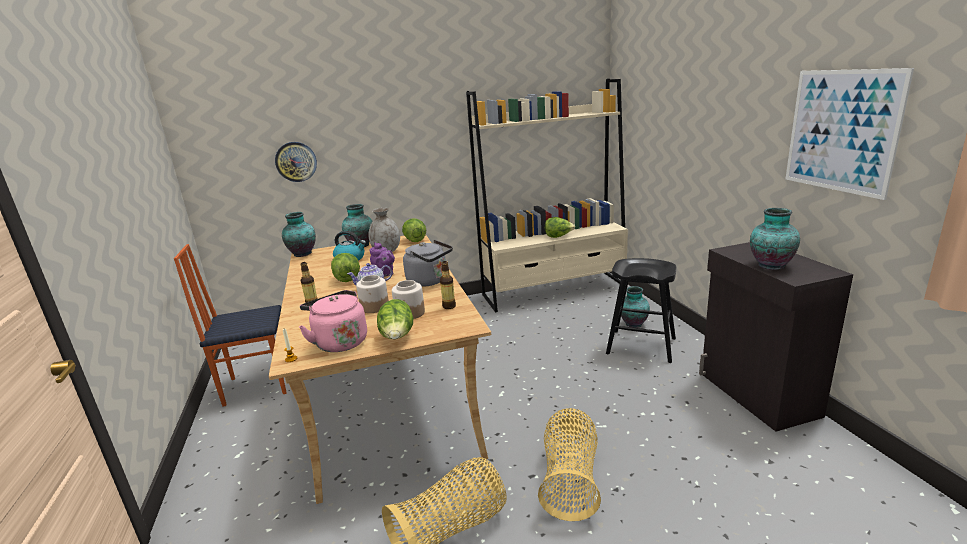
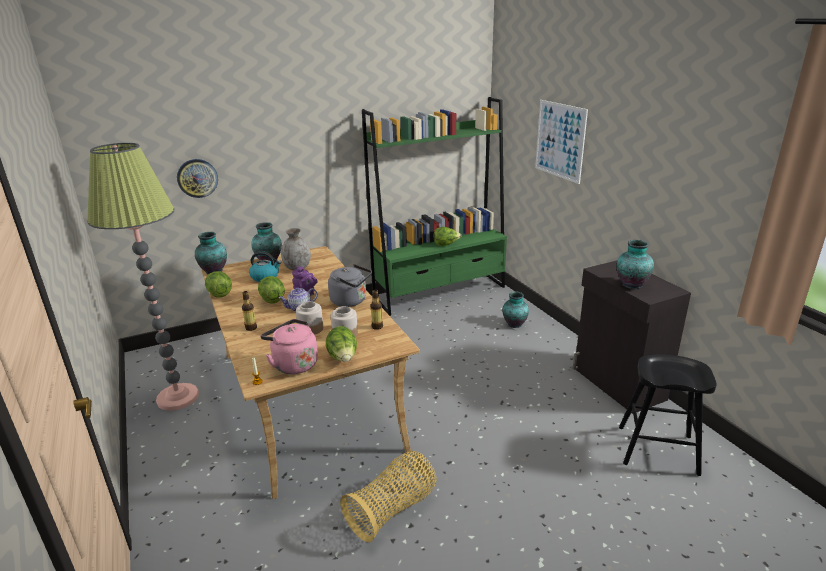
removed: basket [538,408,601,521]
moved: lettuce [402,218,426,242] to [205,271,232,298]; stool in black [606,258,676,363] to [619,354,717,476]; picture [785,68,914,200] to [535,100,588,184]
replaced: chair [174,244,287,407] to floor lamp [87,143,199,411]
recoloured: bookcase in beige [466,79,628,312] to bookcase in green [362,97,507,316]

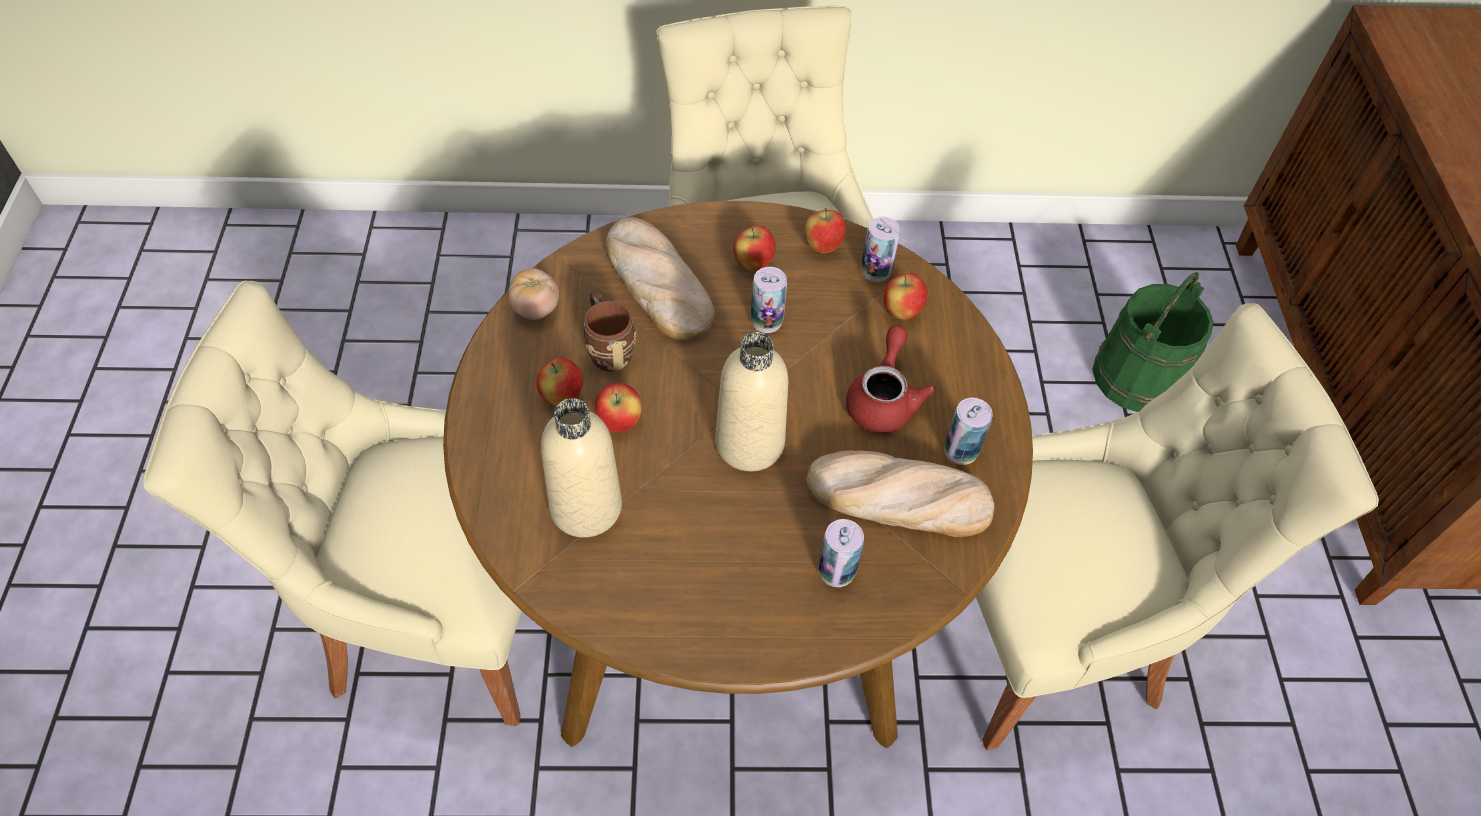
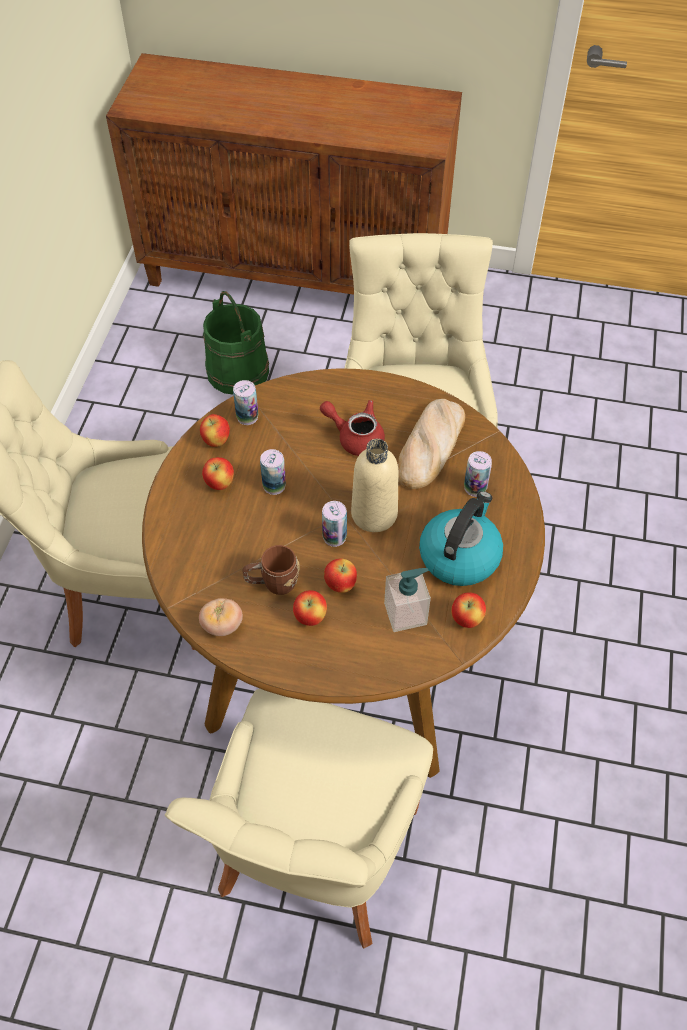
removed: bread [606,218,715,340]
added: kettle [419,491,503,586]
moved: apple [884,273,928,319] to [451,592,486,628]; can [945,398,993,465] to [322,501,347,547]
replaced: bottle in beige [541,398,622,538] to soap dispenser [384,568,431,632]

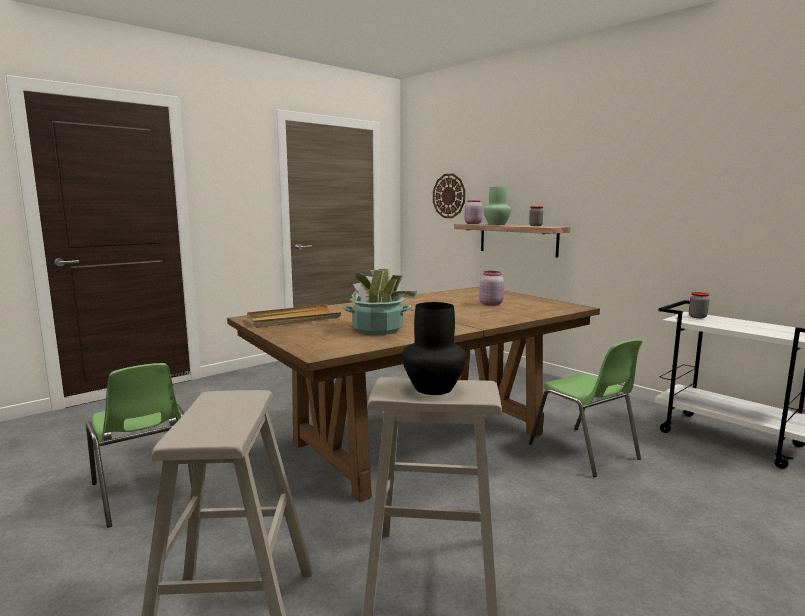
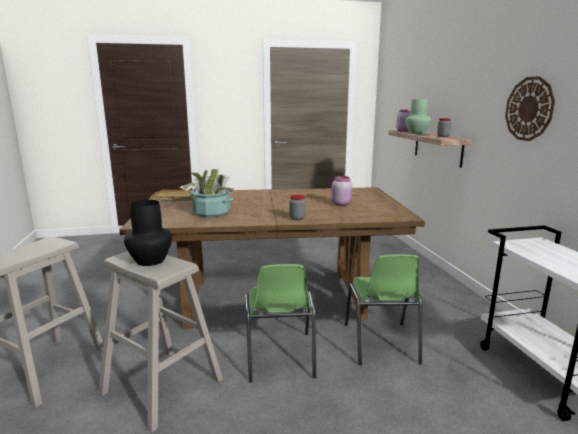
moved: chair in green [86,363,193,528] to [245,264,316,382]; wall clock [433,174,465,218] to [505,76,555,141]; jar [689,292,709,318] to [290,195,306,220]

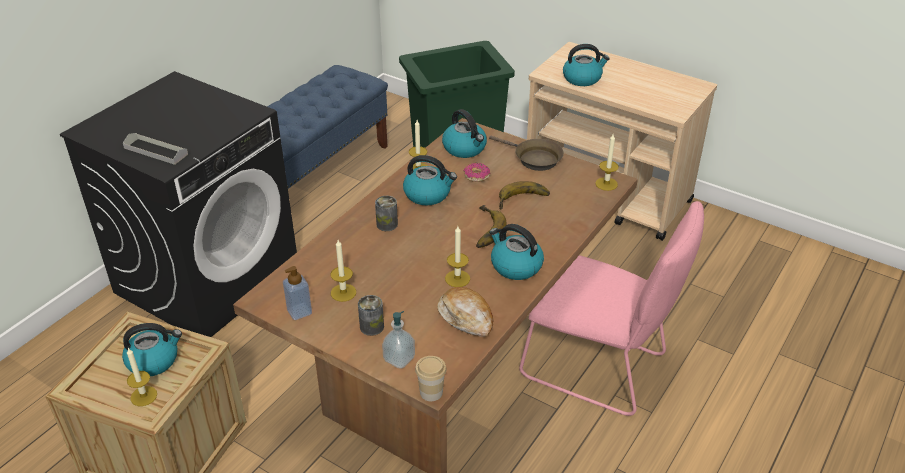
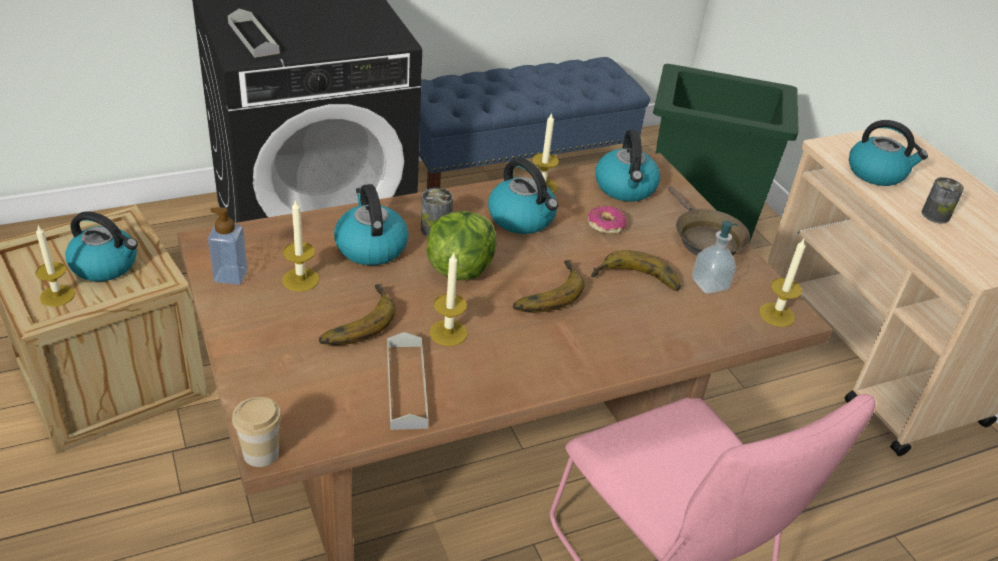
added: banana [319,284,396,346]; lettuce [426,211,496,280]
moved: can [358,295,384,336] to [922,177,964,223]; soap dispenser [382,311,415,369] to [692,220,738,294]; kettle [489,224,544,280] to [334,184,409,265]
replaced: bread [437,287,493,337] to tray in grey [387,332,429,430]

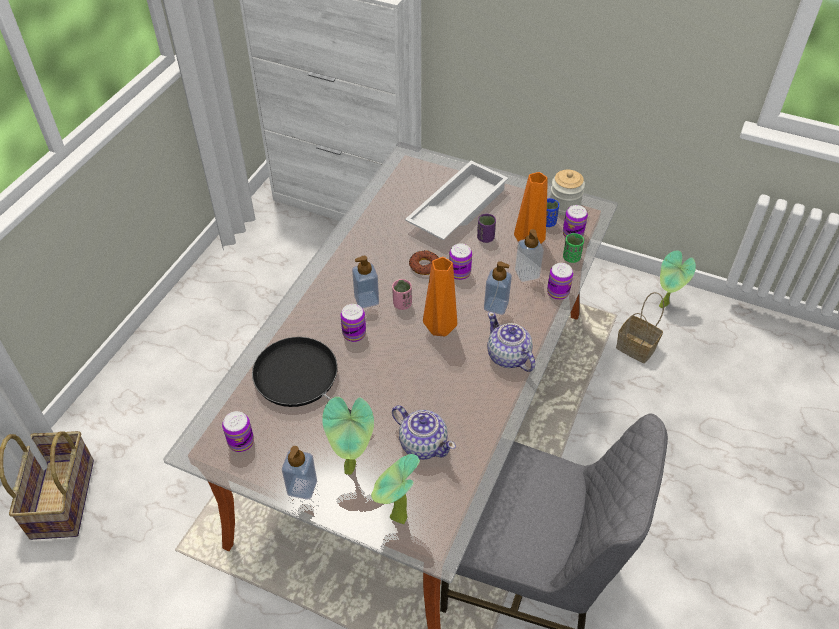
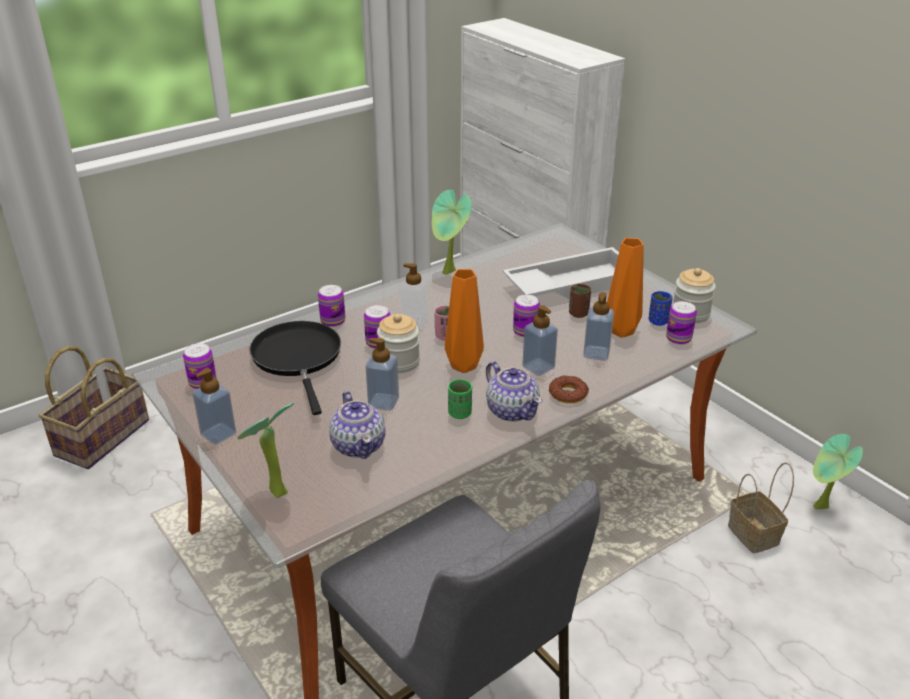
added: soap dispenser [365,338,399,411]; jar [377,314,420,373]
moved: potted plant [322,397,374,475] to [432,190,472,275]; donut [409,250,439,275] to [549,376,589,403]; can [547,263,573,300] to [318,285,345,327]; cup in green [563,233,584,263] to [448,379,472,419]
recoloured: cup in purple [477,214,496,243] to cup in brown [569,284,591,318]
turned: teapot [487,312,535,372] = [486,361,542,422] 150 degrees clockwise

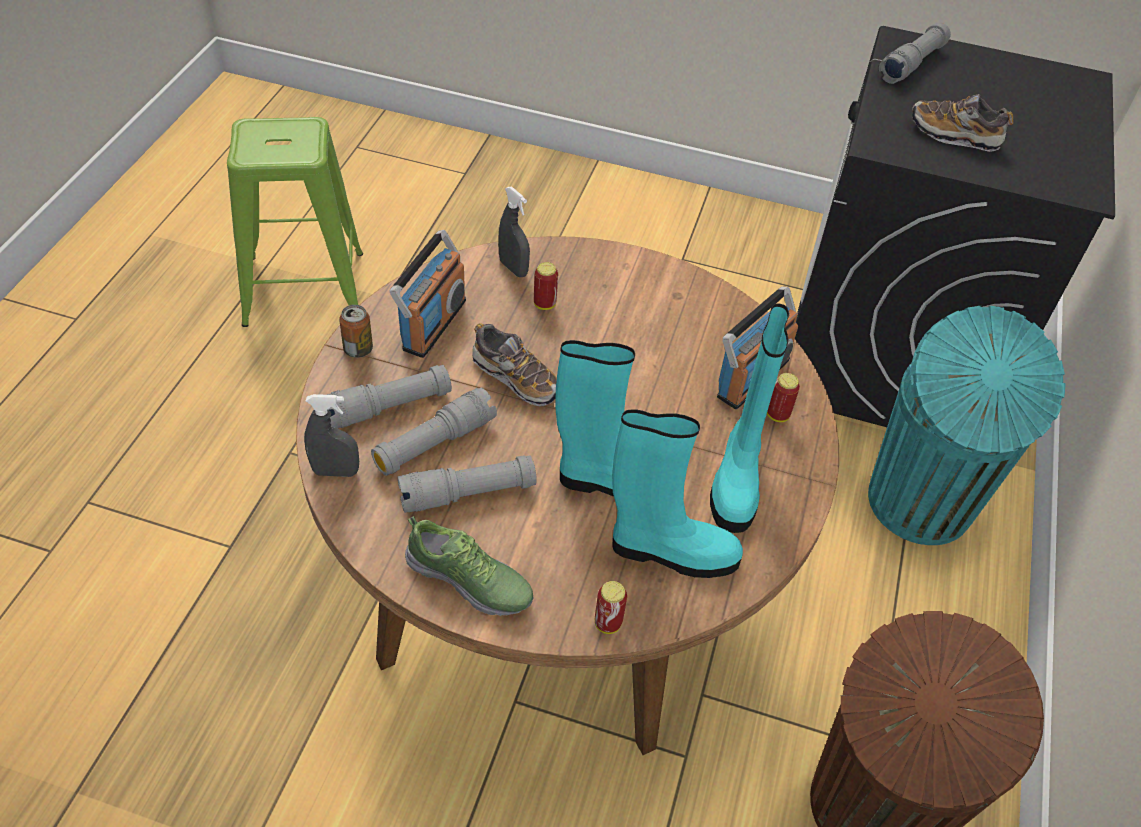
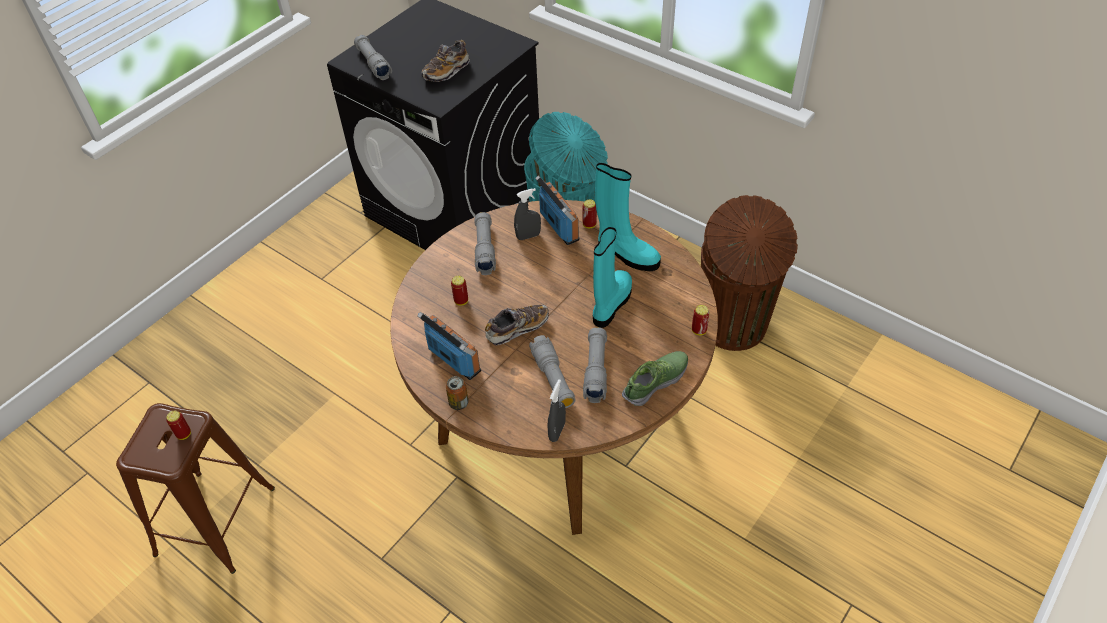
removed: boot in turquoise [612,409,743,578]
added: can [166,411,191,440]
moved: flashlight in grey [327,365,452,428] to [474,212,496,275]; spray bottle in grey [498,187,530,277] to [514,188,541,240]
recoloured: stool in green [227,117,363,327] to stool in brown [116,403,275,574]

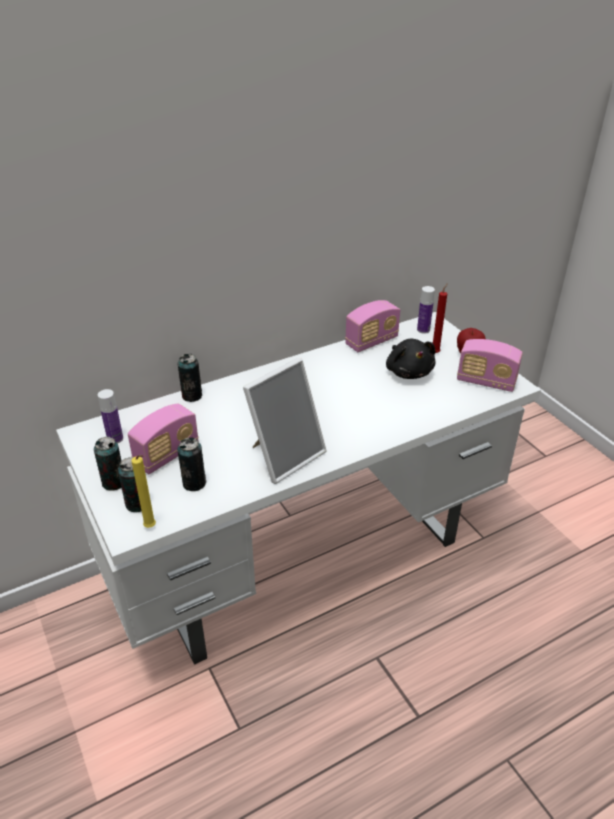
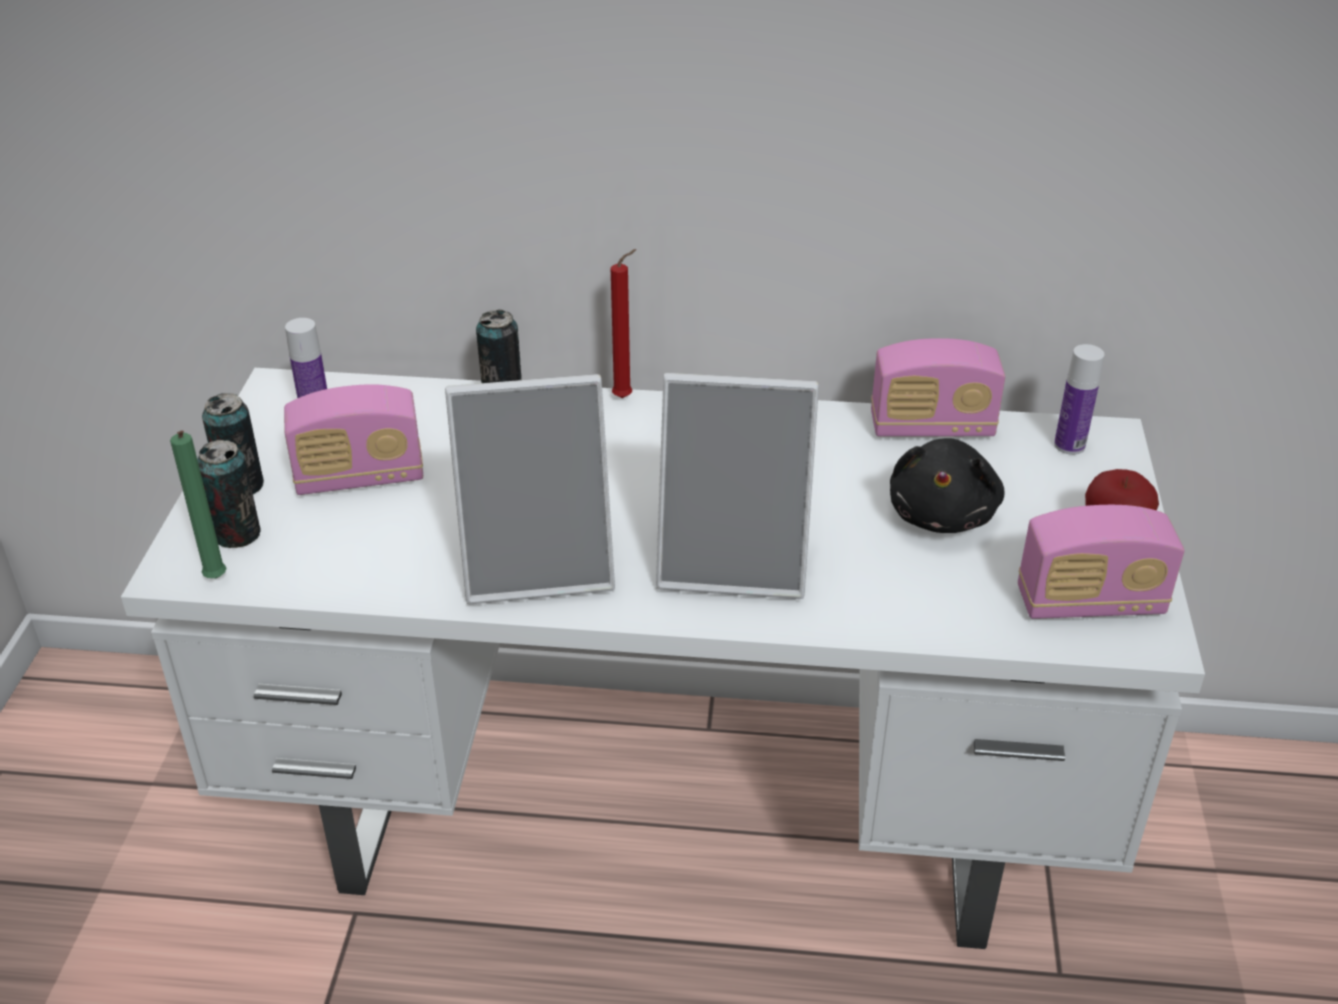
removed: can [177,437,206,491]
added: picture frame [656,373,819,599]
moved: candle in red [433,283,448,353] to [611,249,637,398]
recoloured: candle in yellow [131,455,156,528] to candle in green [170,430,227,578]
turned: radio [457,339,523,392] = [1018,505,1184,619] 60 degrees counterclockwise

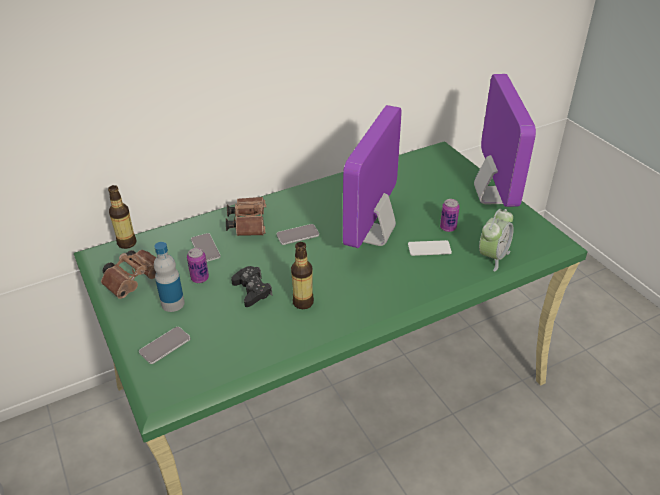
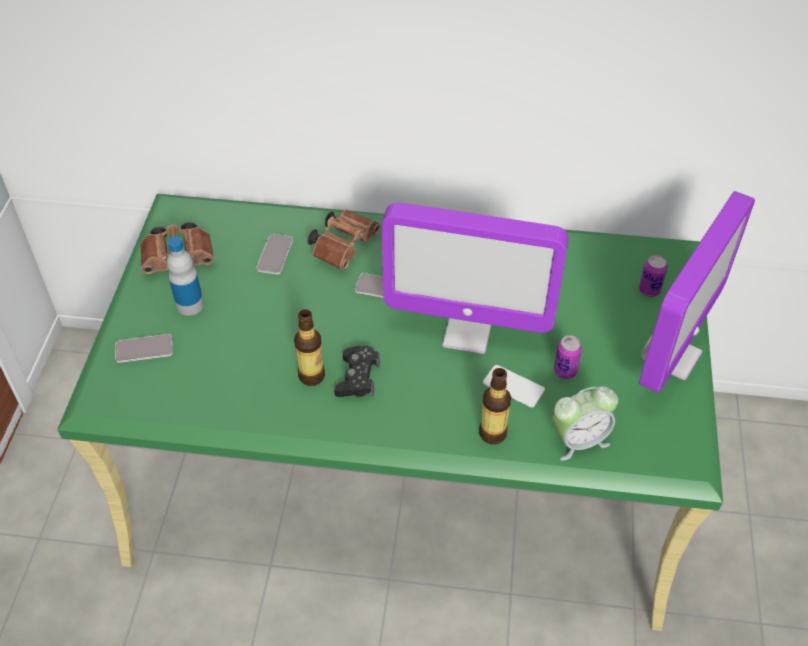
moved: bottle [108,185,137,249] to [479,368,511,444]; can [187,248,209,283] to [639,255,668,297]; game controller in black [231,266,273,307] to [334,345,380,397]
turned: monitor [343,105,402,248] = [382,203,569,354] 135 degrees counterclockwise

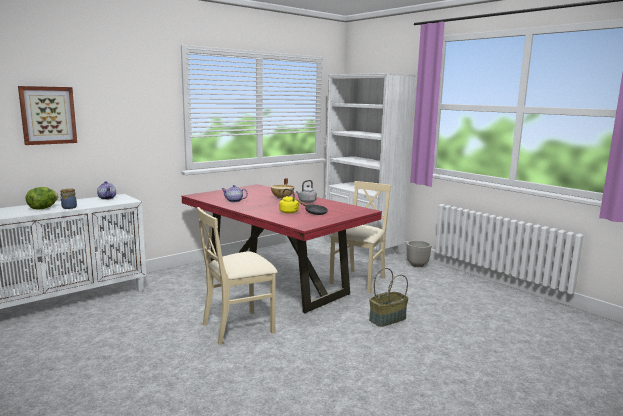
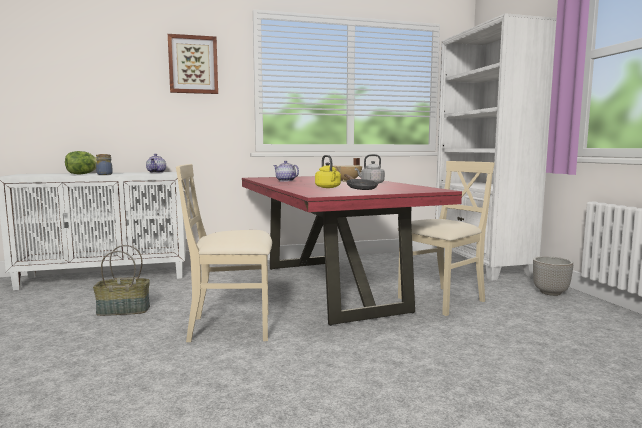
moved: picture [18,86,77,145] to [168,34,218,94]; basket [369,268,409,327] to [93,245,150,316]

